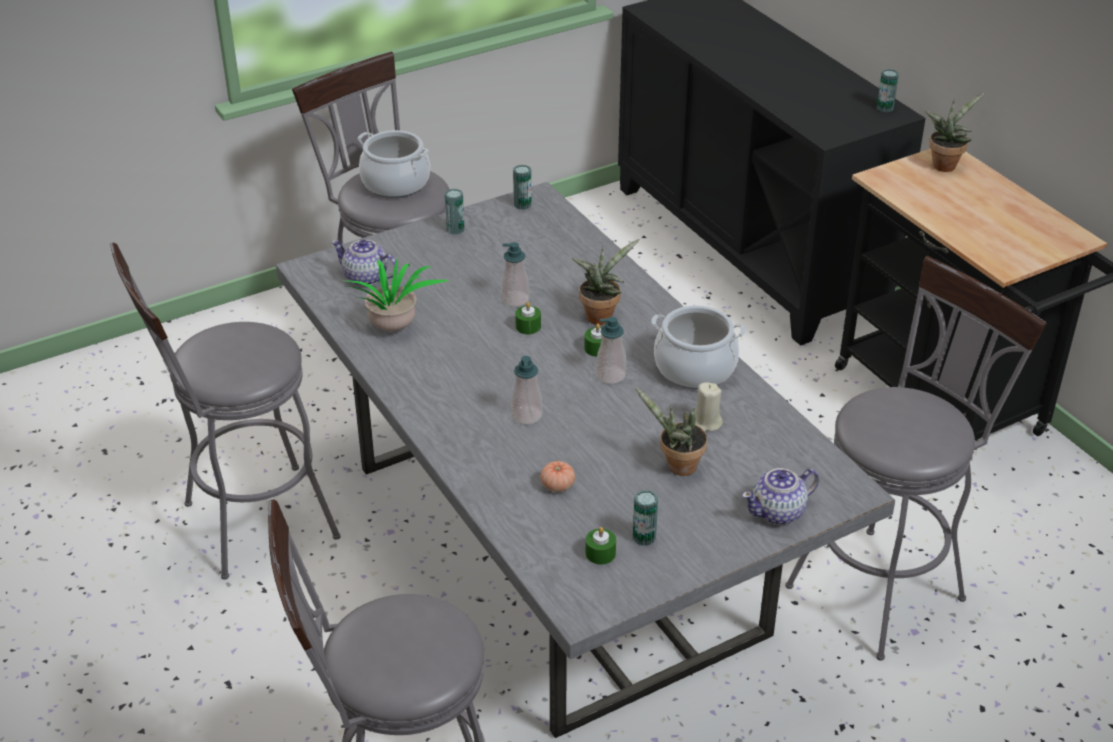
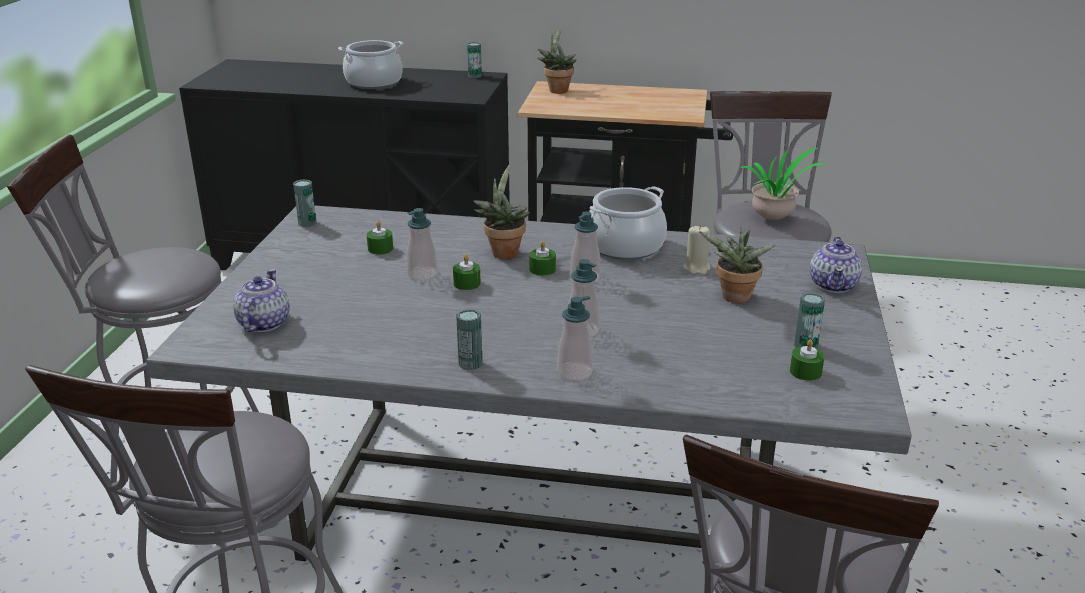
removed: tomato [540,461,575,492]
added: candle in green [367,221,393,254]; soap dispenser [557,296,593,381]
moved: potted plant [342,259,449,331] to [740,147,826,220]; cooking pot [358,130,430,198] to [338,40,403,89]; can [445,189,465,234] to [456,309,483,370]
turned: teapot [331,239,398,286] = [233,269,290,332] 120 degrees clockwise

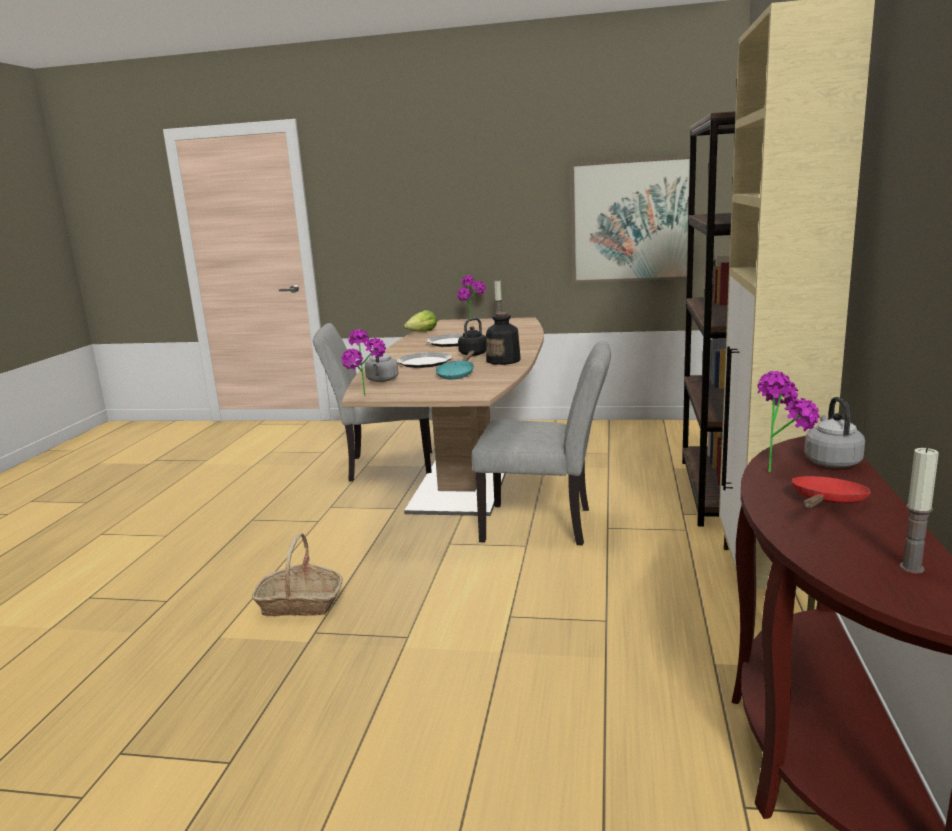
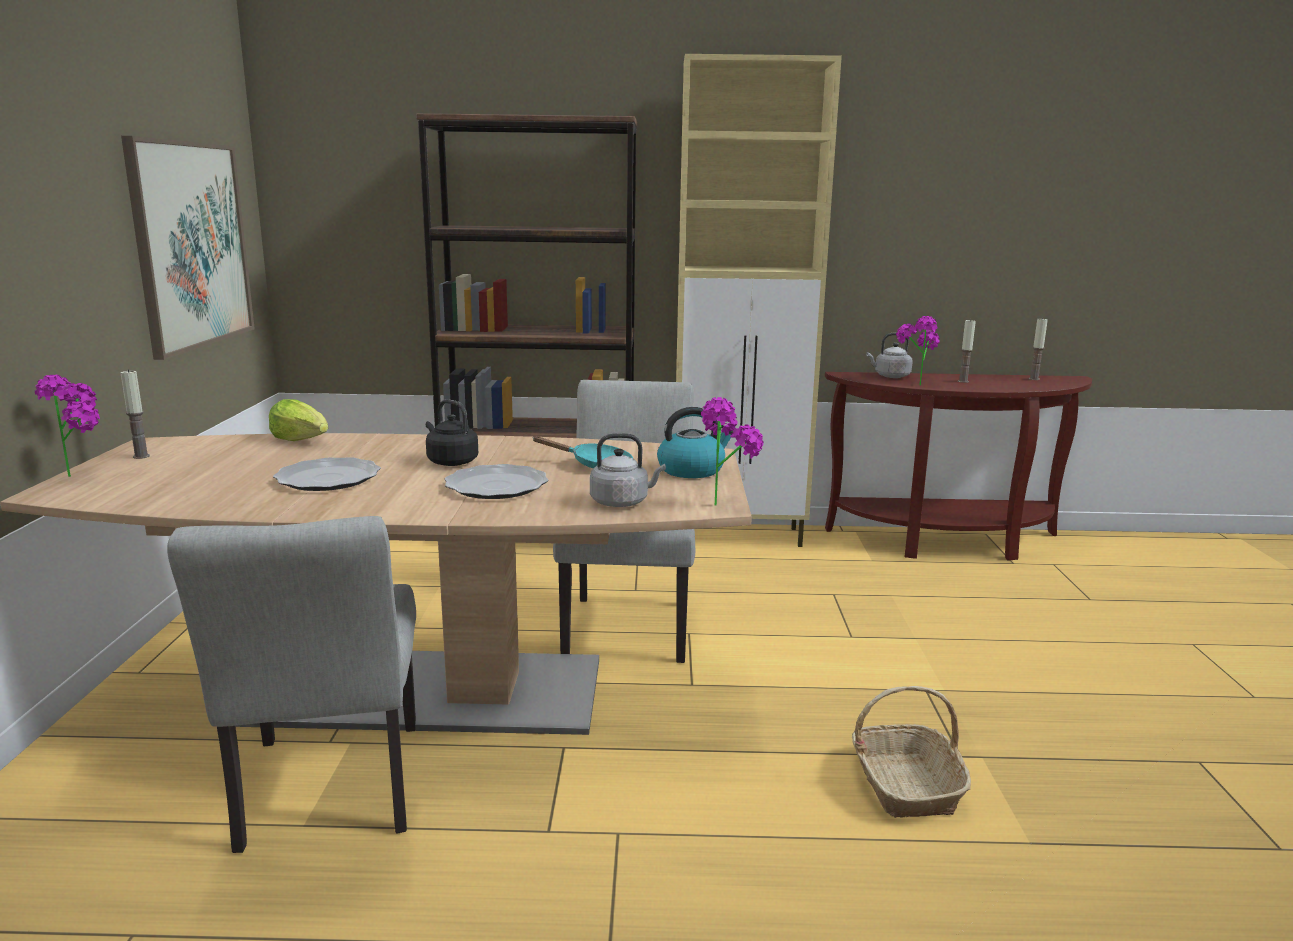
removed: bottle [486,312,521,365]
added: kettle [657,407,733,478]
moved: lettuce [404,310,437,332] to [269,399,328,441]
replaced: frying pan in red [791,476,871,508] to candle [958,319,976,383]

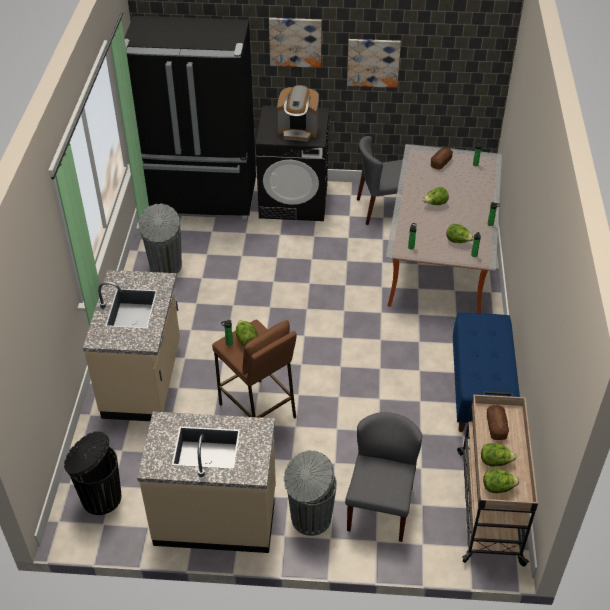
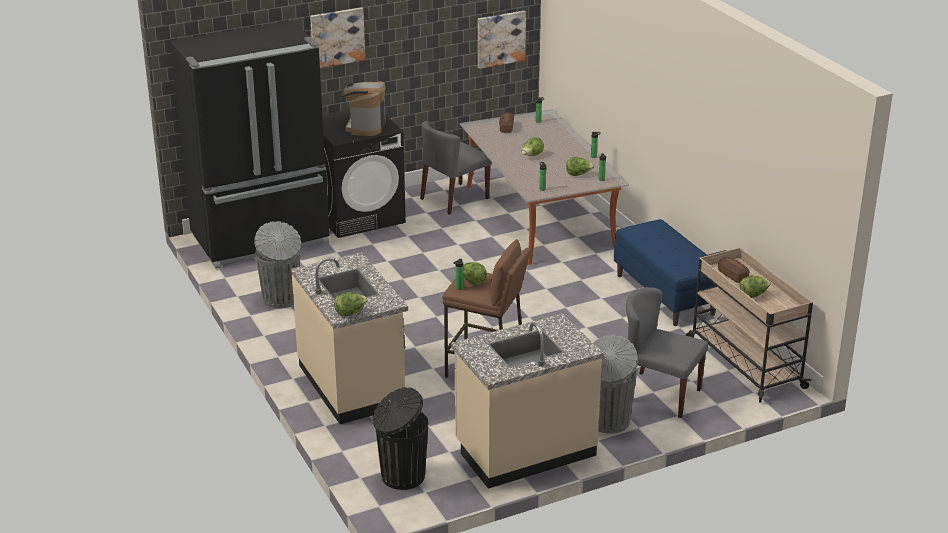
moved: picture [347,39,401,88] to [478,11,526,69]; lettuce [483,469,520,493] to [334,292,368,316]
turned: coffee machine [277,85,319,142] = [340,81,386,136] 120 degrees clockwise; chair in grey [345,412,422,542] = [626,287,708,418] 45 degrees counterclockwise

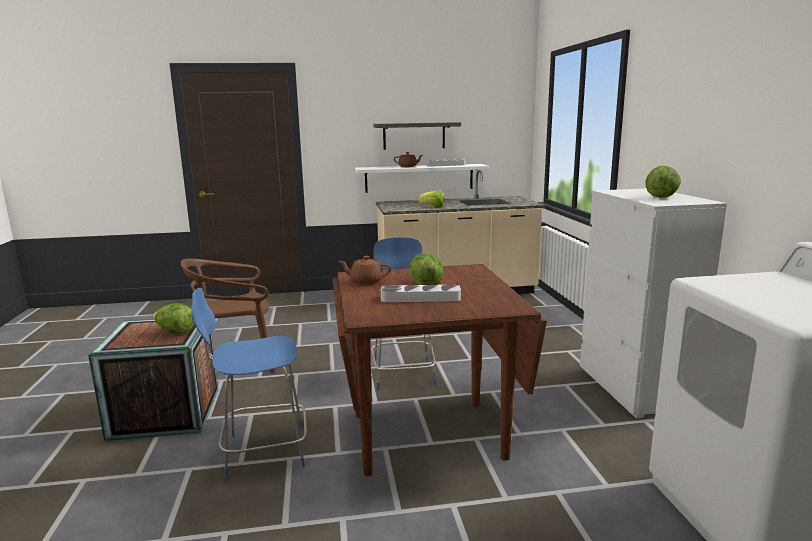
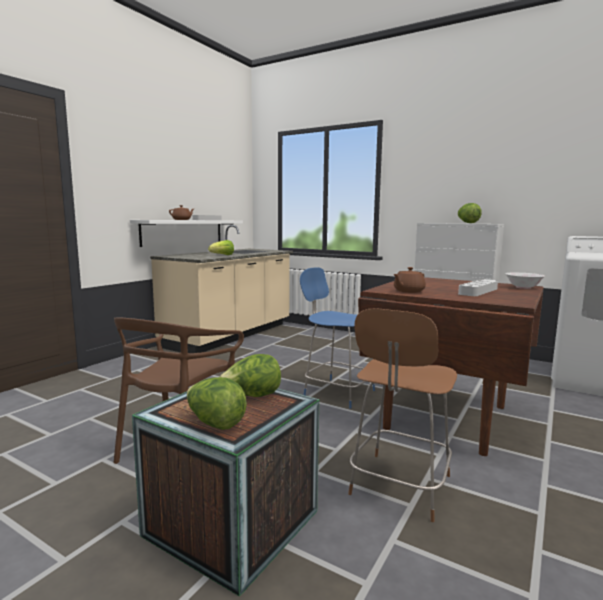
removed: shelf [373,122,461,150]
added: bowl in white [505,273,545,289]
moved: lettuce [409,253,444,285] to [187,377,247,430]
recoloured: stool in blue [191,288,307,478] to stool in brown [348,308,457,522]

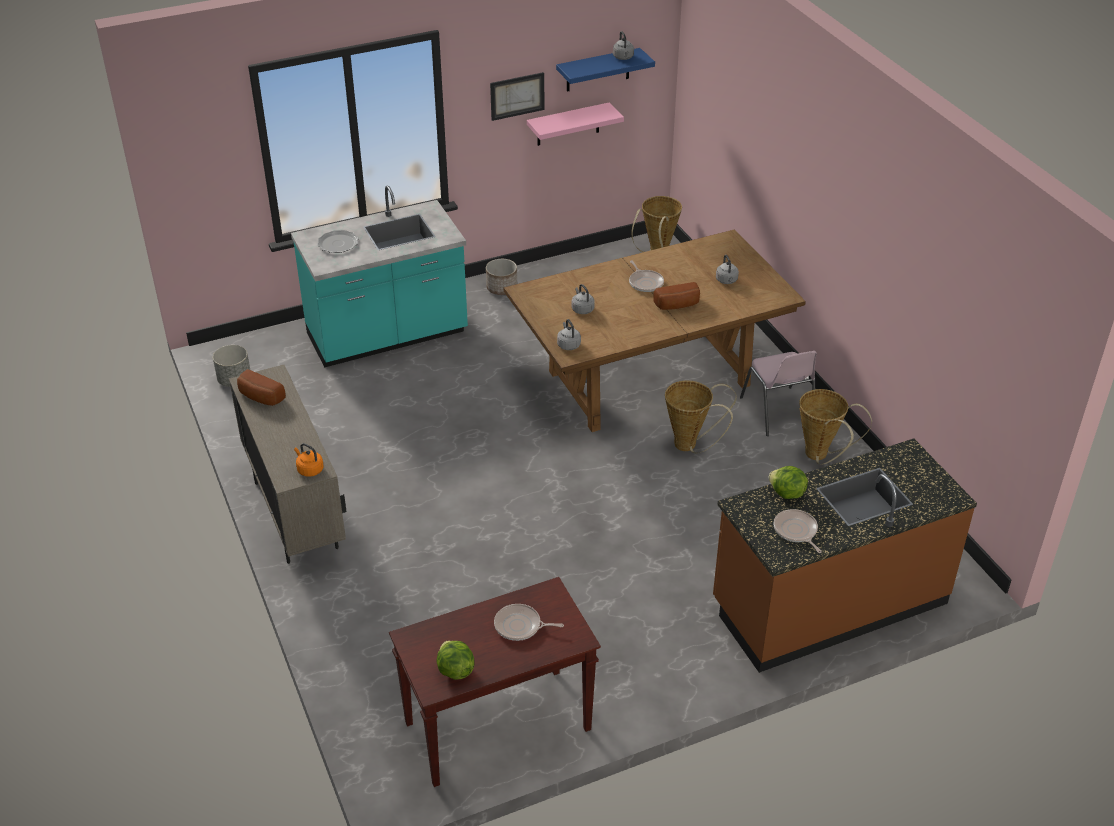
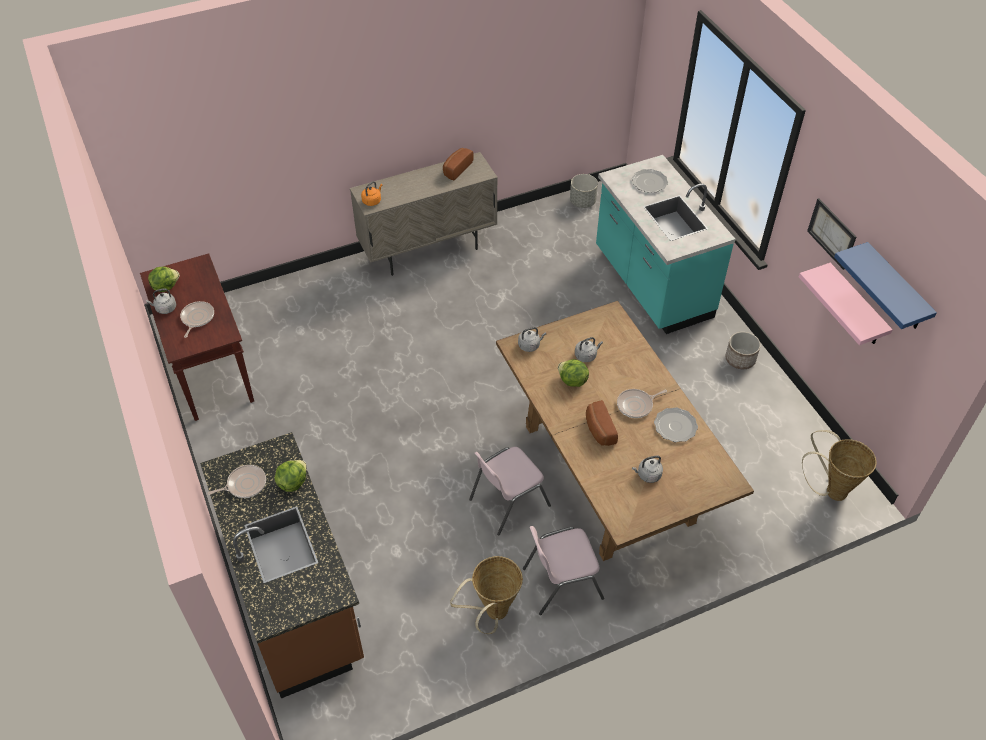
added: lettuce [558,359,589,387]; plate [654,407,698,442]
moved: kettle in grey [613,31,634,60] to [146,289,176,314]
replaced: basket [665,380,737,454] to chair in pink [469,447,551,536]

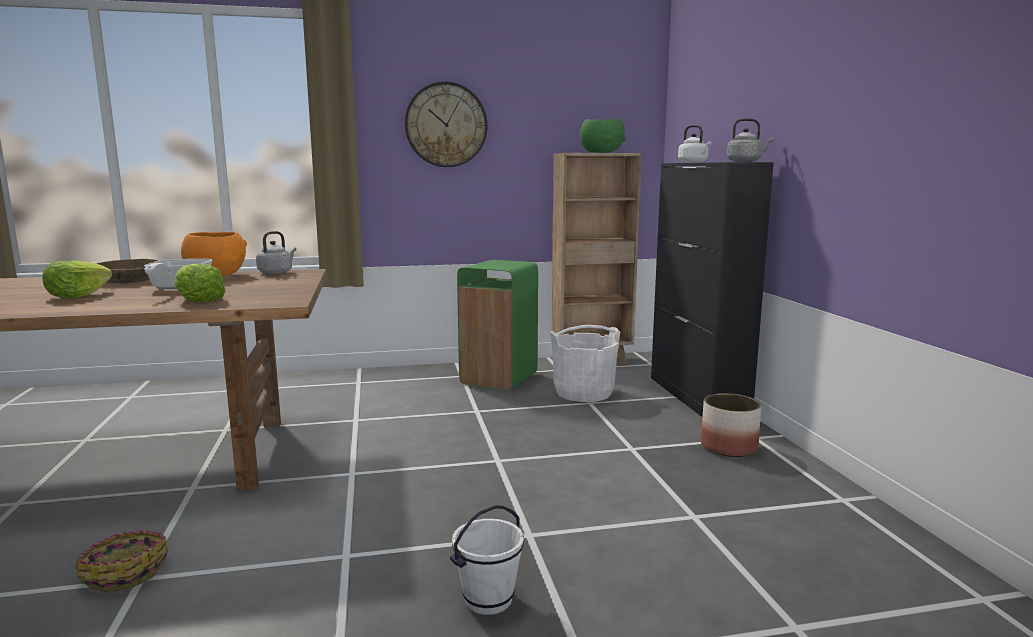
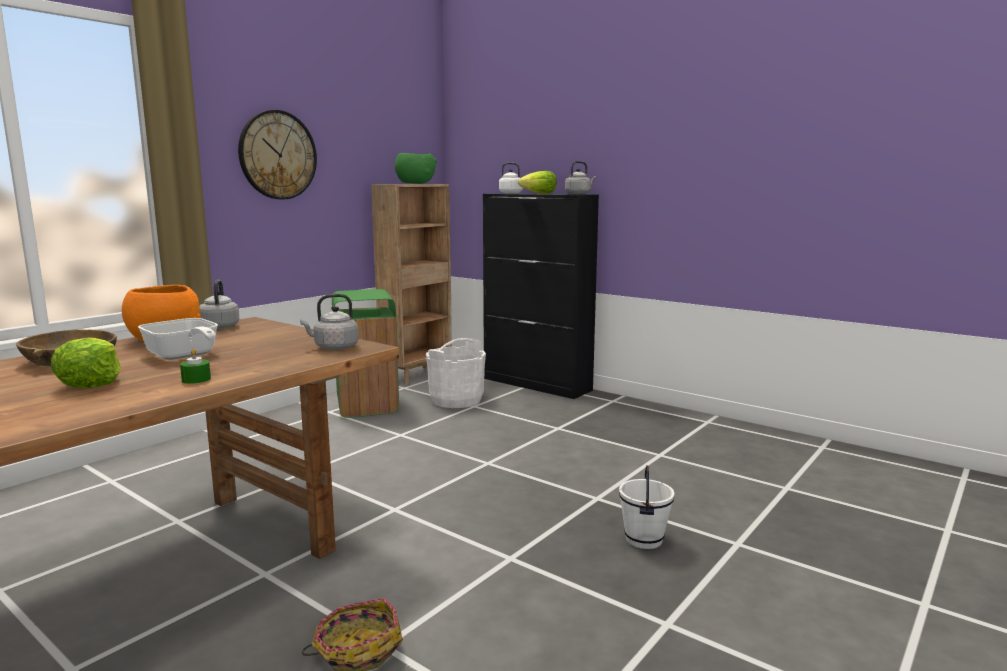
removed: planter [701,393,761,457]
added: candle in green [180,349,211,384]; kettle in grey [300,294,359,350]
moved: lettuce [175,263,226,302] to [518,171,556,194]

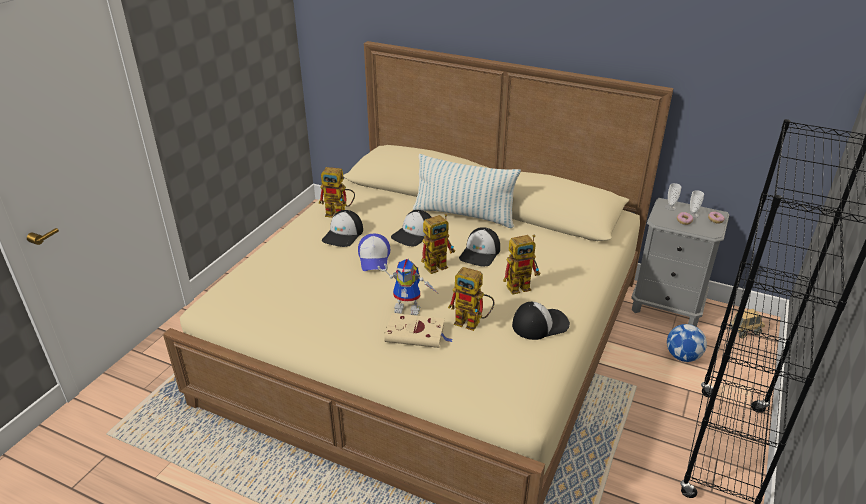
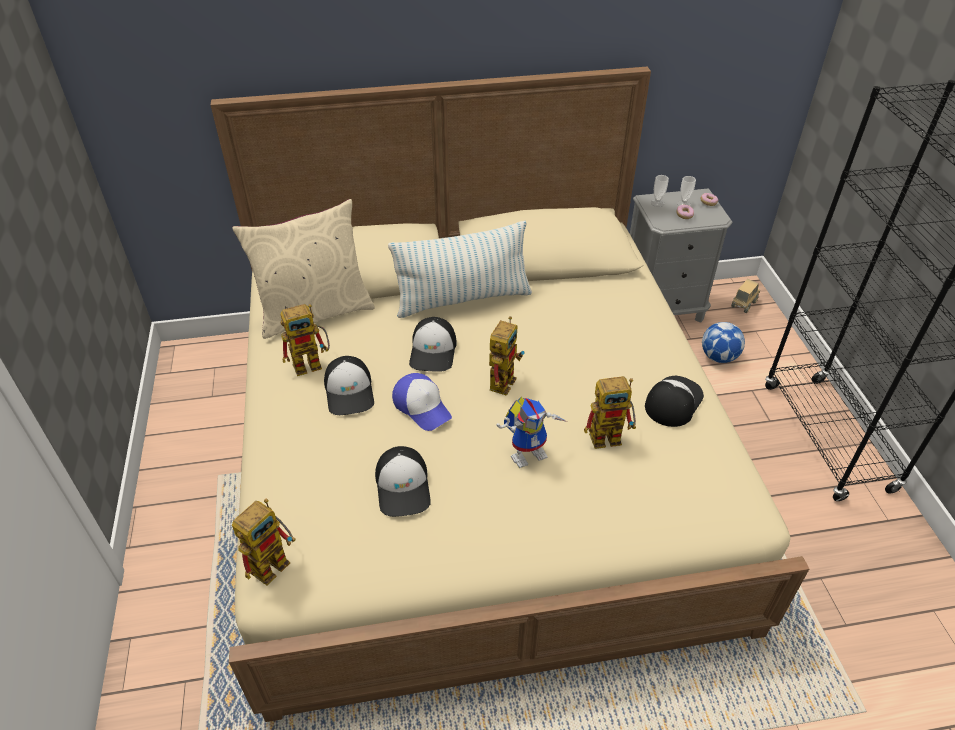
removed: book in beige [384,313,452,348]
added: pillow in beige [232,199,374,339]
moved: cap [459,227,500,266] to [375,446,431,517]; toy robot [503,234,541,295] to [232,498,296,585]

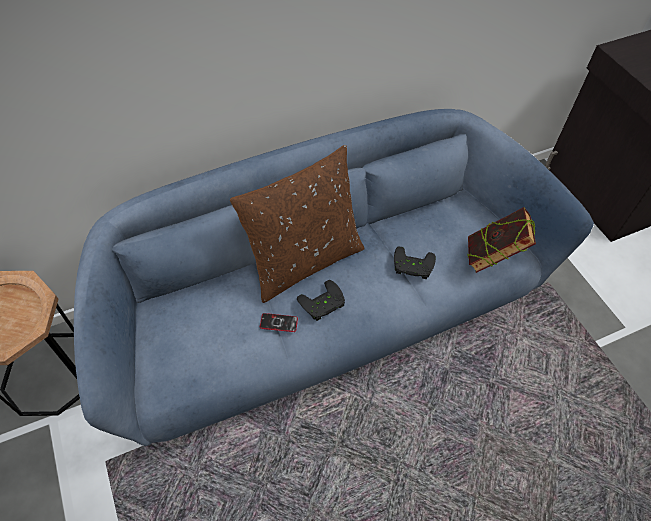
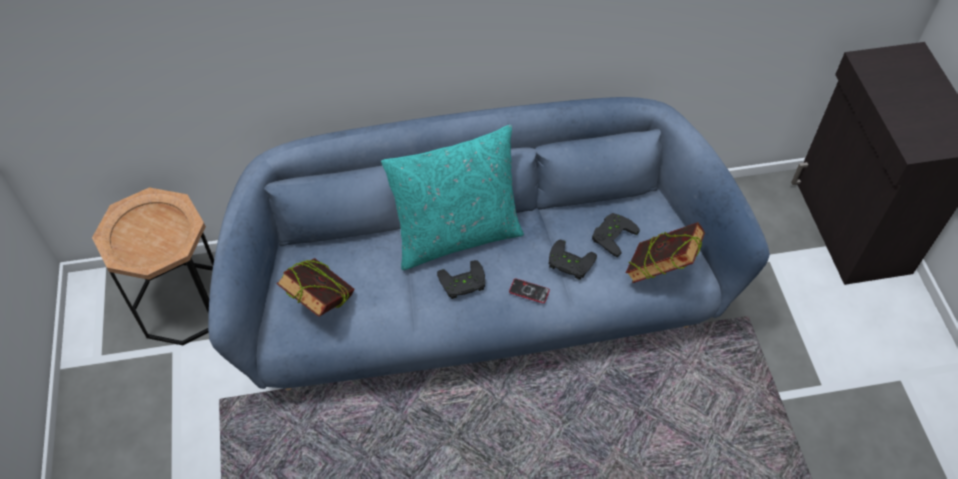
added: book [276,258,355,317]; game controller in black [592,213,640,257]
moved: phone [260,313,298,332] to [509,279,550,303]
recoloured: pillow in brown [230,145,365,303] to pillow in turquoise [381,125,524,270]

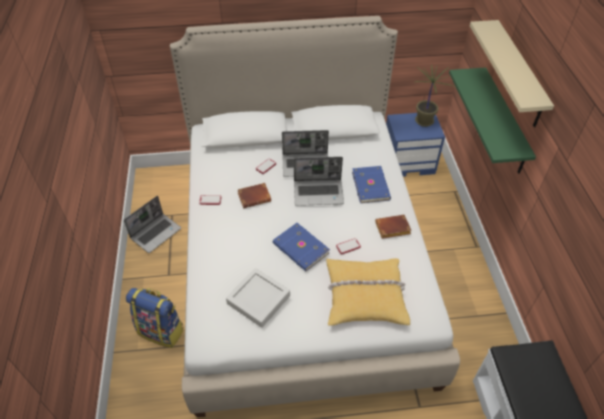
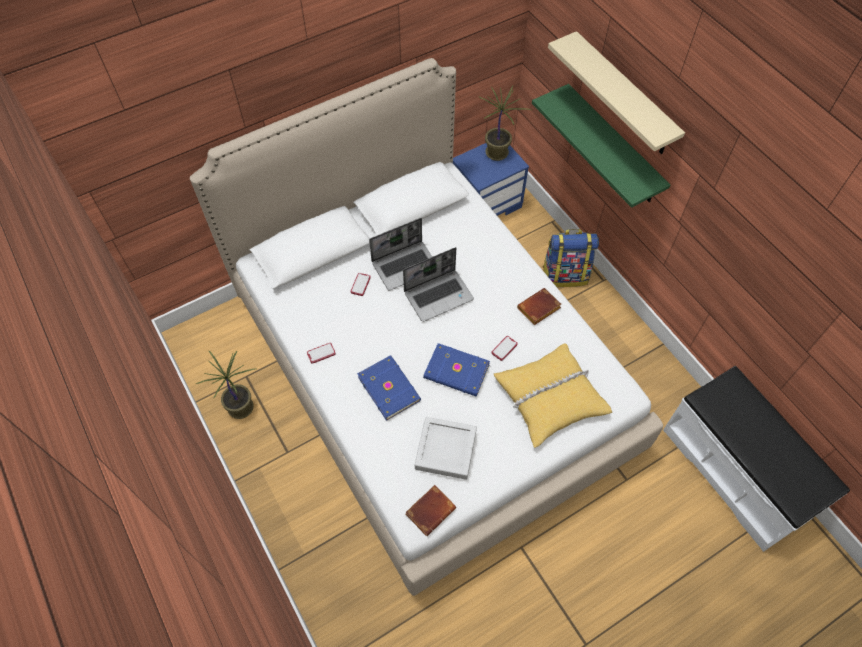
moved: backpack [126,288,184,348] to [542,229,599,287]; book in brown [238,183,271,208] to [405,485,456,536]; book in blue [352,166,391,203] to [357,355,421,421]
replaced: laptop [124,196,181,253] to potted plant [196,351,256,419]

